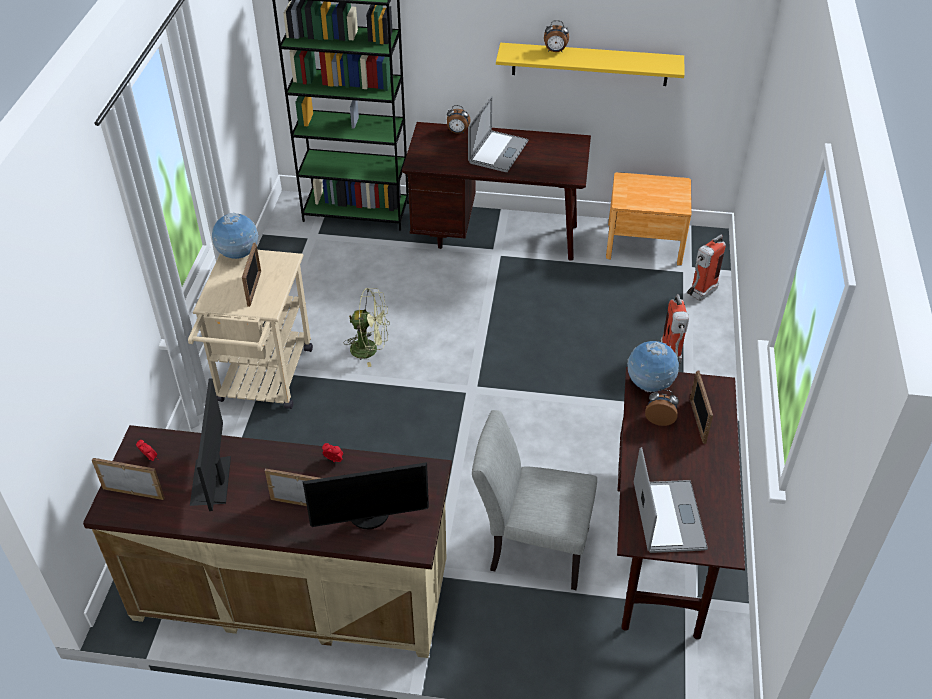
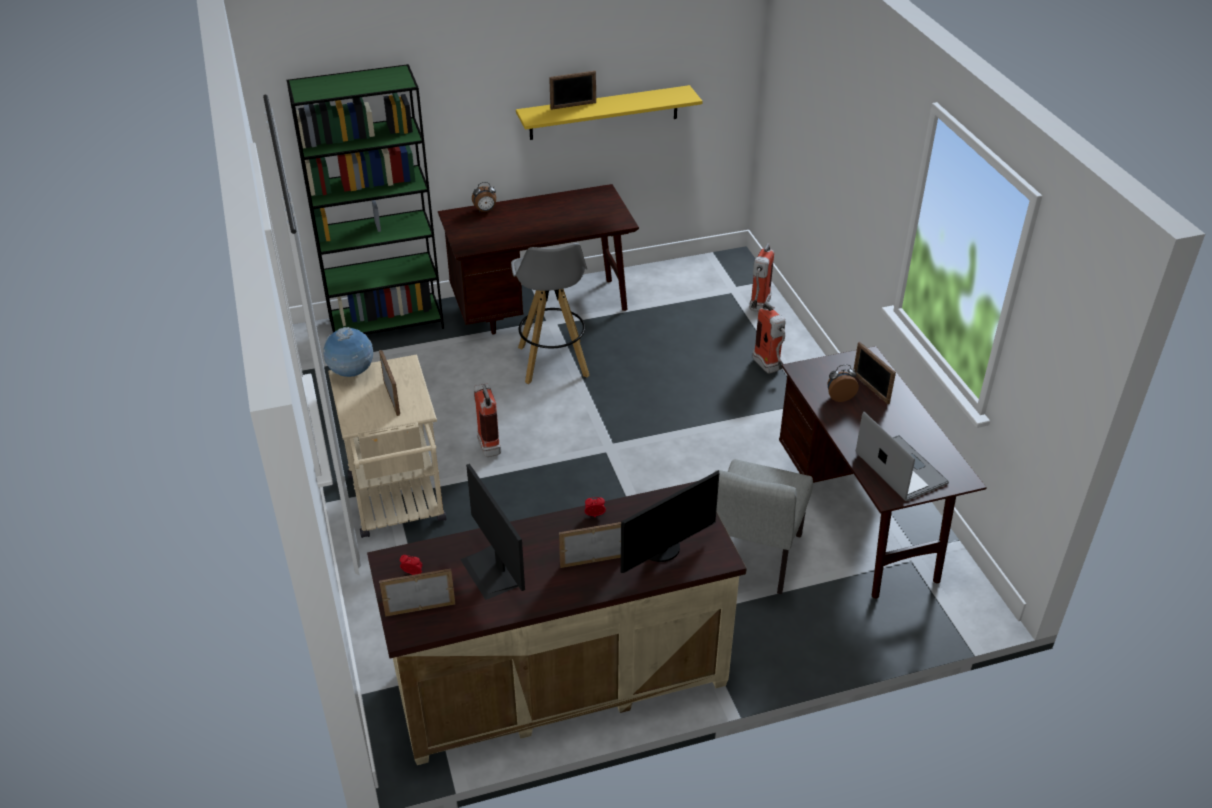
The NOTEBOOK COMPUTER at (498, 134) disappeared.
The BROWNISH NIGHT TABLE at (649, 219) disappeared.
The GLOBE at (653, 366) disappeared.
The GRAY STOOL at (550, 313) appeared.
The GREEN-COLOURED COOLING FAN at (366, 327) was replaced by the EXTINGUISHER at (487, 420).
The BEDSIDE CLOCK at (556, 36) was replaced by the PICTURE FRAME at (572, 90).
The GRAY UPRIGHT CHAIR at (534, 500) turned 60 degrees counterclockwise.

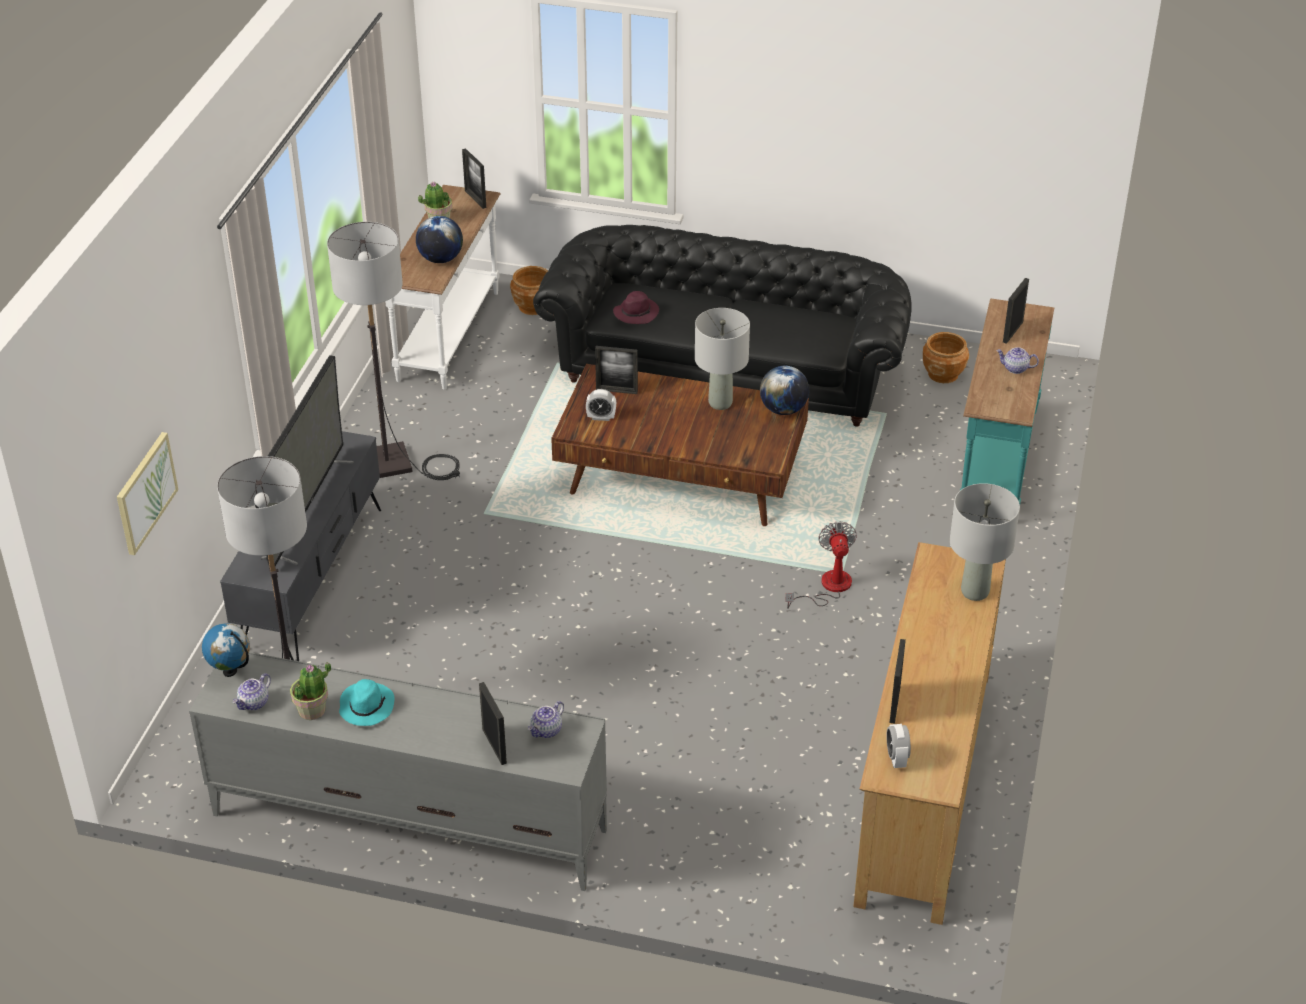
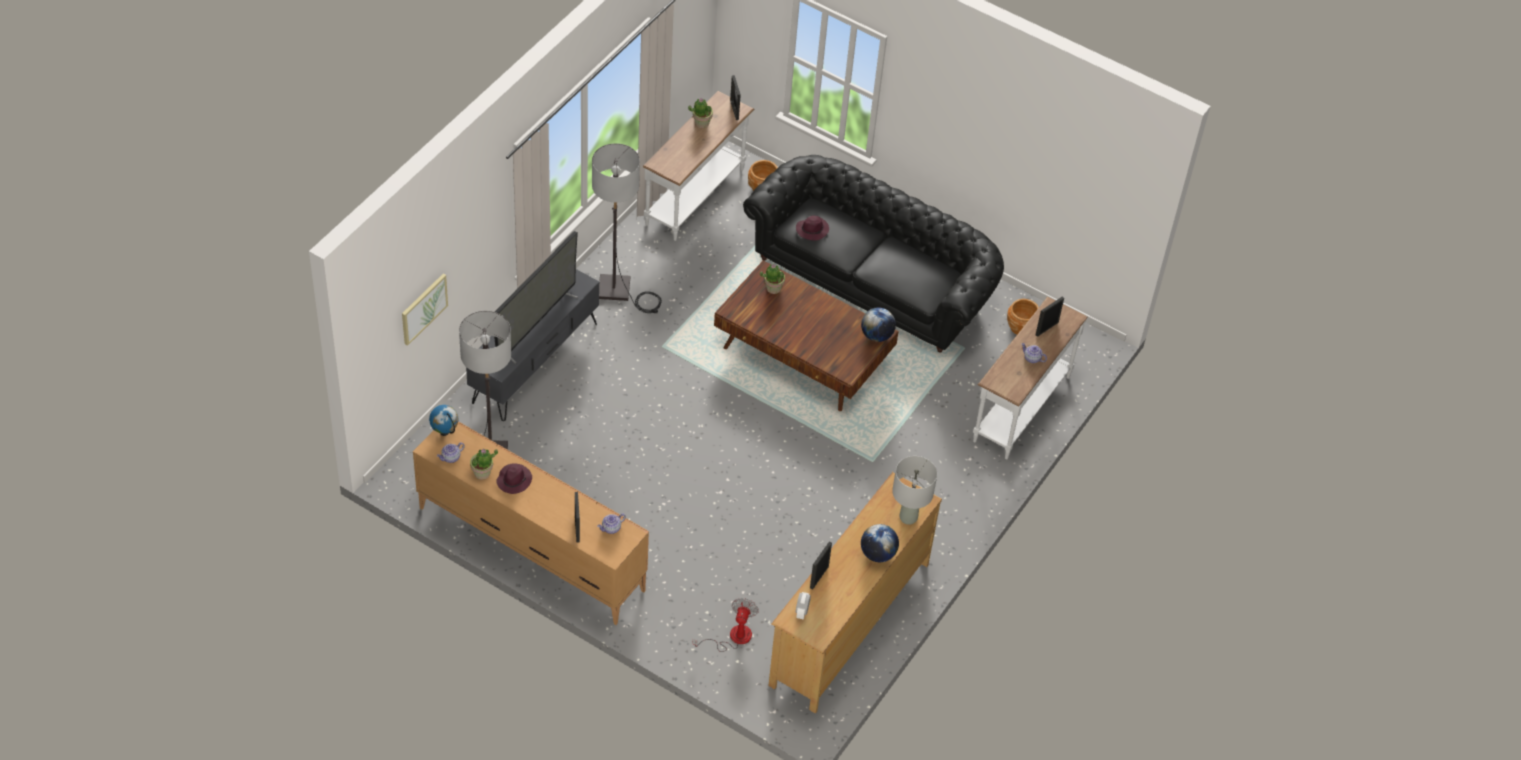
The BEDSIDE CLOCK at (601, 405) disappeared.
The GRAY TABLE LAMP at (722, 359) disappeared.
The GLOBE moved from (439, 239) to (880, 543).
The COOLING FAN moved from (821, 565) to (725, 625).
The PICTURE FRAME at (616, 370) was replaced by the HOUSEPLANT at (772, 279).
The GRAY STORAGE CABINET at (398, 771) became the BROWNISH STORAGE CABINET at (531, 523).
The BLUE-GREEN WEARABLE HAT at (366, 702) became the PURPLE-COLOURED WEARABLE HAT at (514, 479).
The BLUE-GREEN CONSOLE TABLE at (1007, 401) became the WHITE-COLOURED CONSOLE TABLE at (1030, 378).

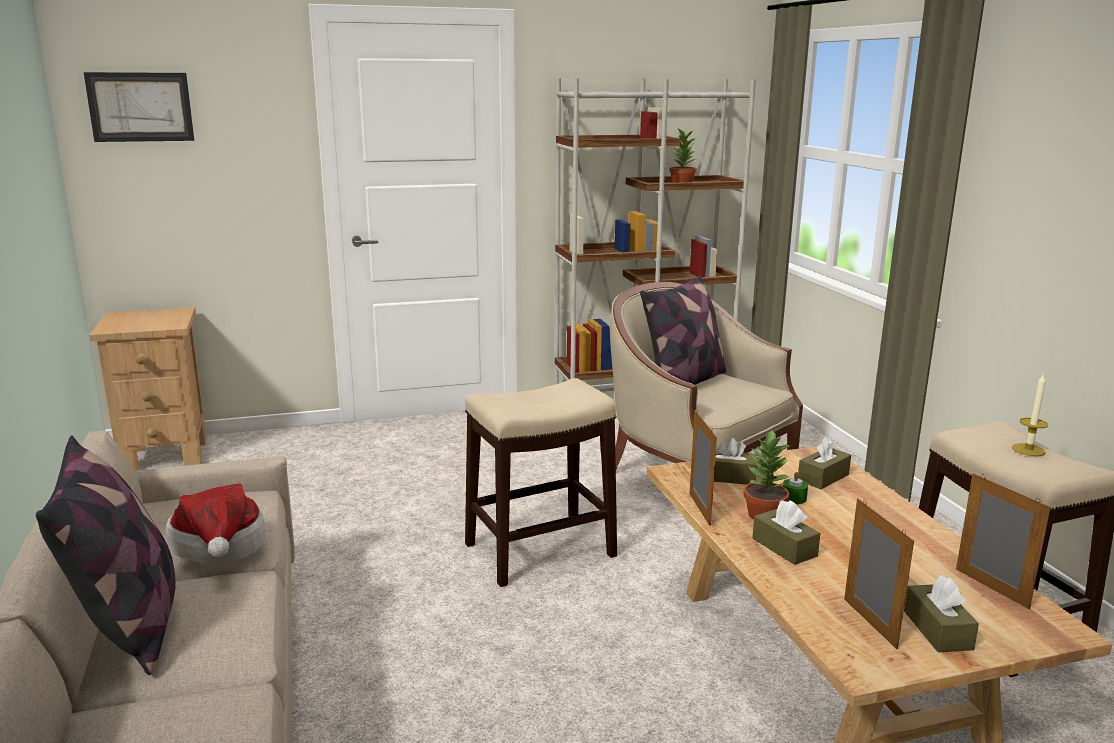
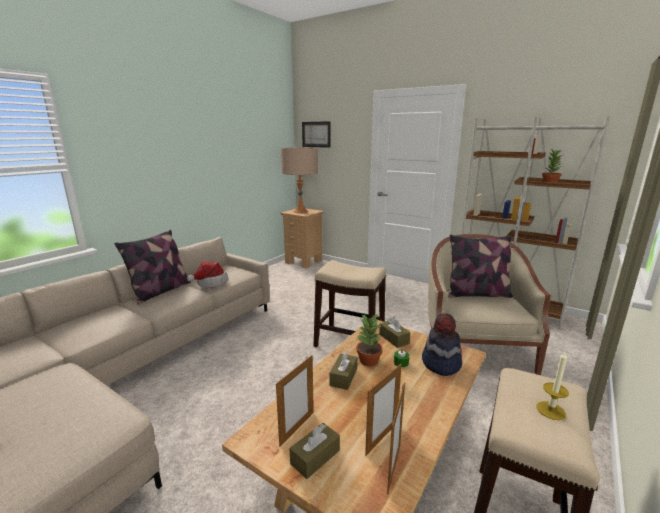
The BEIGE-COLOURED TABLE LAMP at (299, 180) appeared.
The PICTURE FRAME moved from (703, 468) to (383, 409).
The BROWNISH TISSUE BOX at (824, 462) was replaced by the WEARABLE HAT at (442, 344).

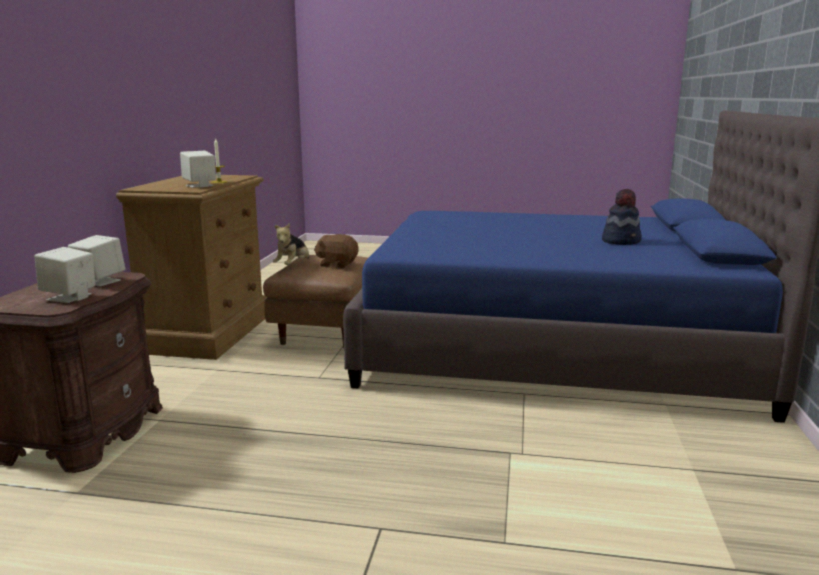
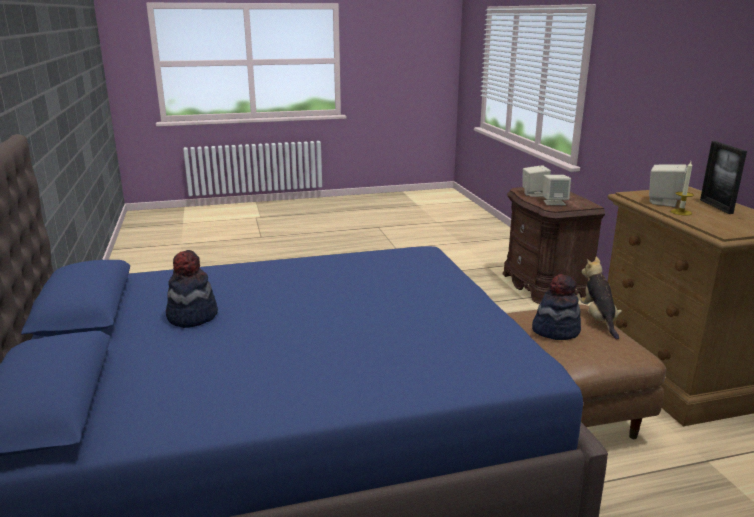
The PICTURE FRAME at (723, 177) appeared.
The BROWNISH SOFT TOY at (336, 251) was replaced by the WEARABLE HAT at (556, 307).

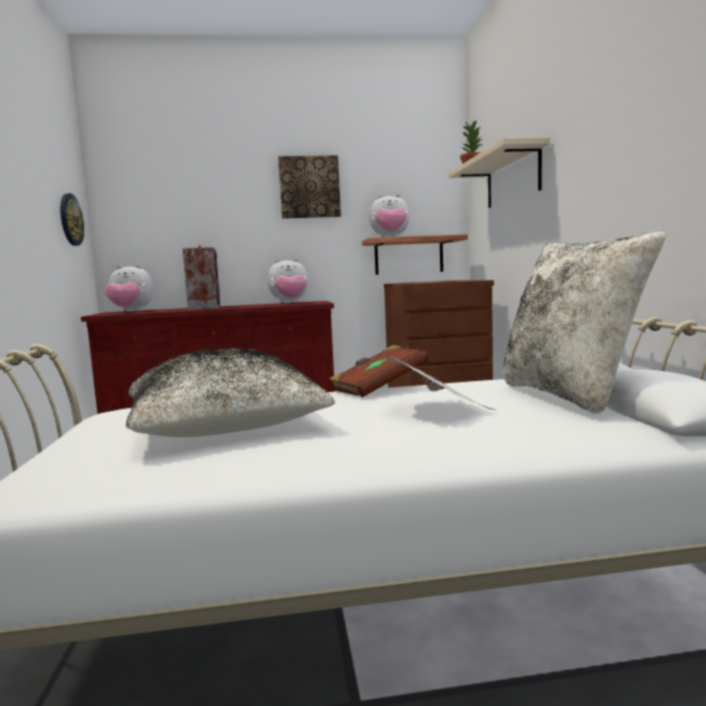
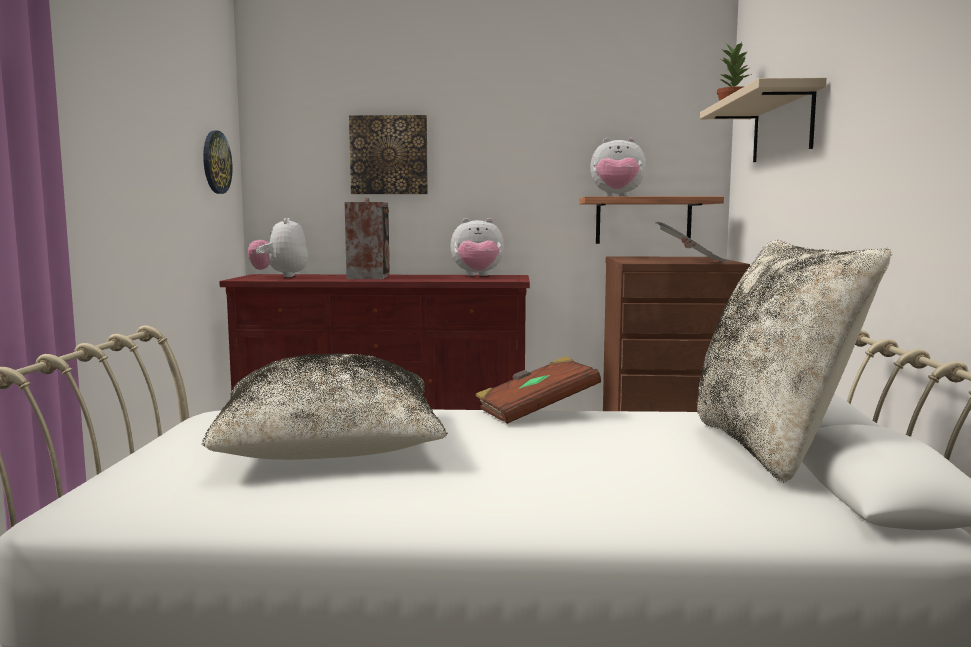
The WALL PICTURE moved from (309, 187) to (388, 154).
The DAILY PAPER moved from (440, 382) to (692, 242).
The SOFT TOY at (129, 288) turned 75 degrees clockwise.

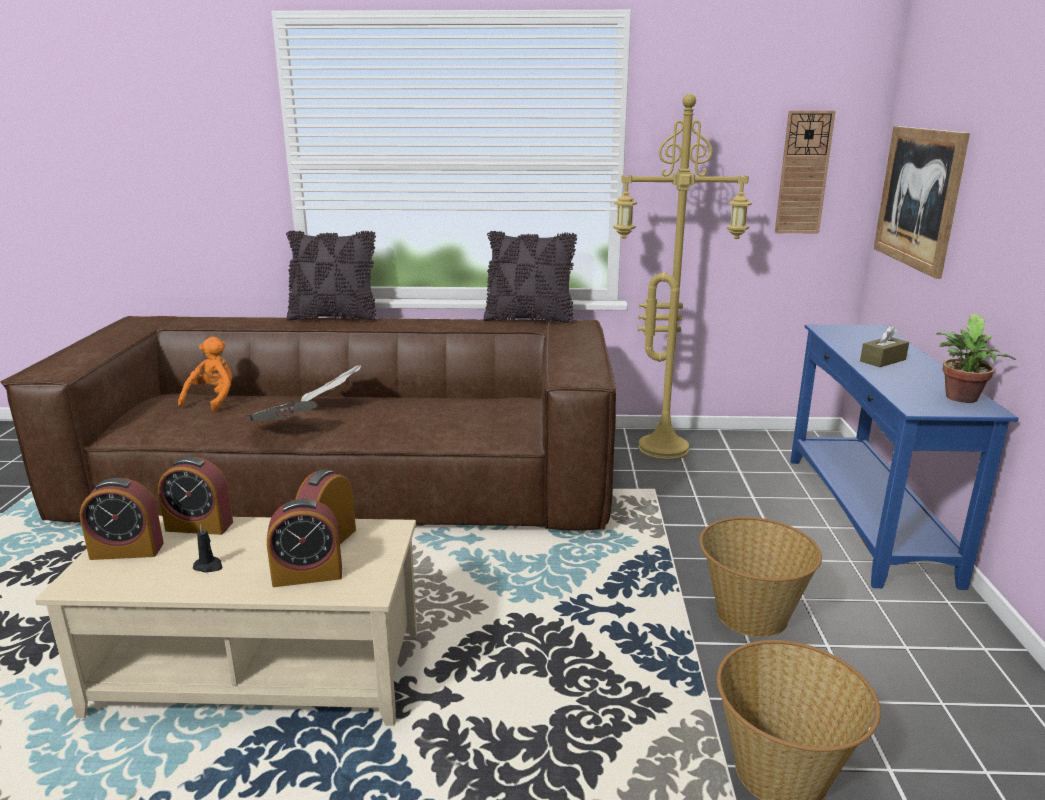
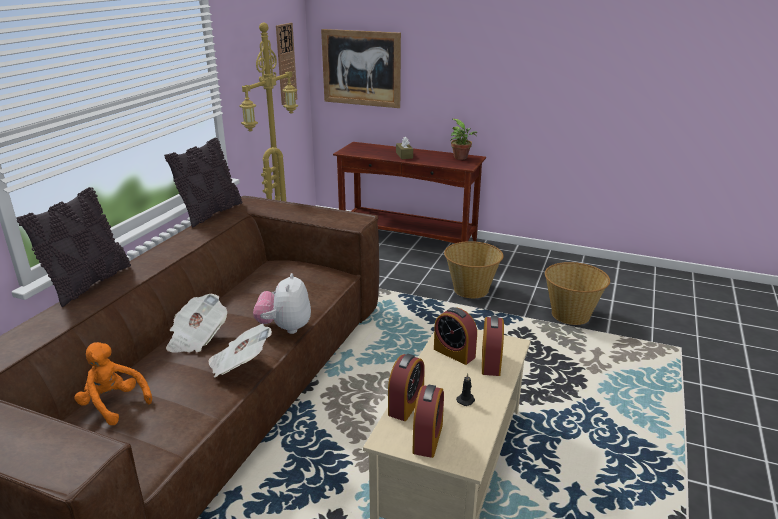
The SOFT TOY at (282, 303) appeared.
The BLUE CONSOLE TABLE at (904, 457) became the BROWNISH CONSOLE TABLE at (409, 192).

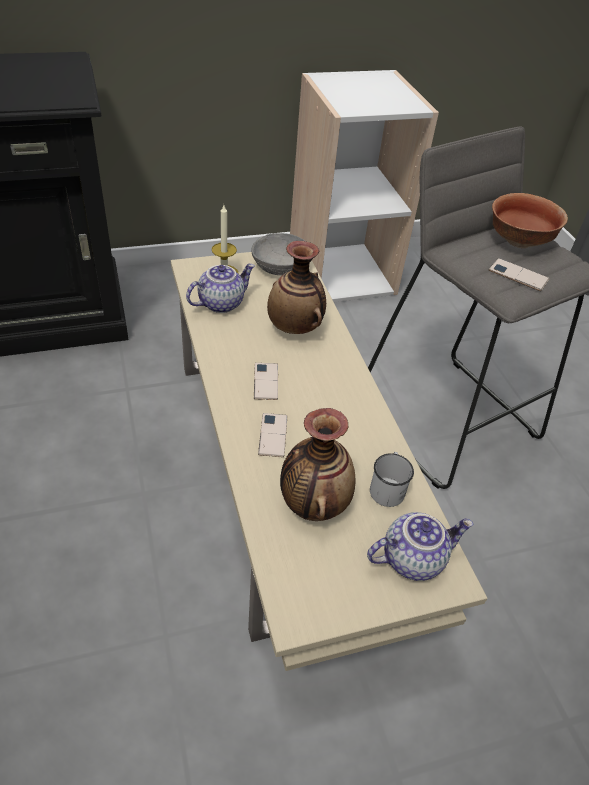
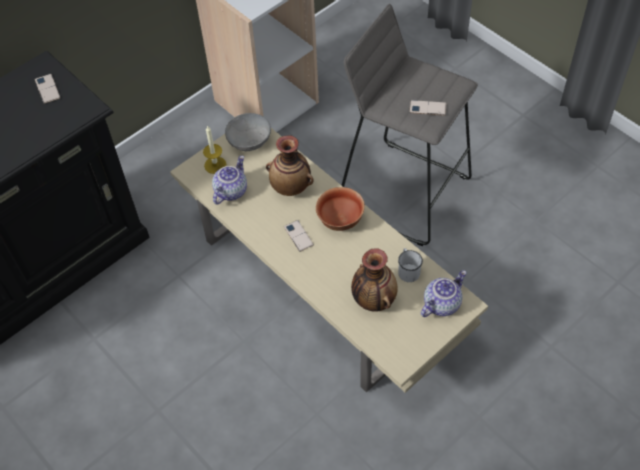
The HANDSET moved from (272, 435) to (47, 89).
The SERVING BOWL moved from (530, 220) to (340, 209).

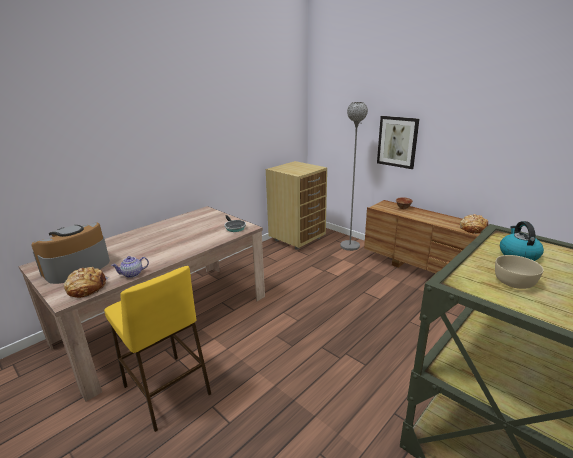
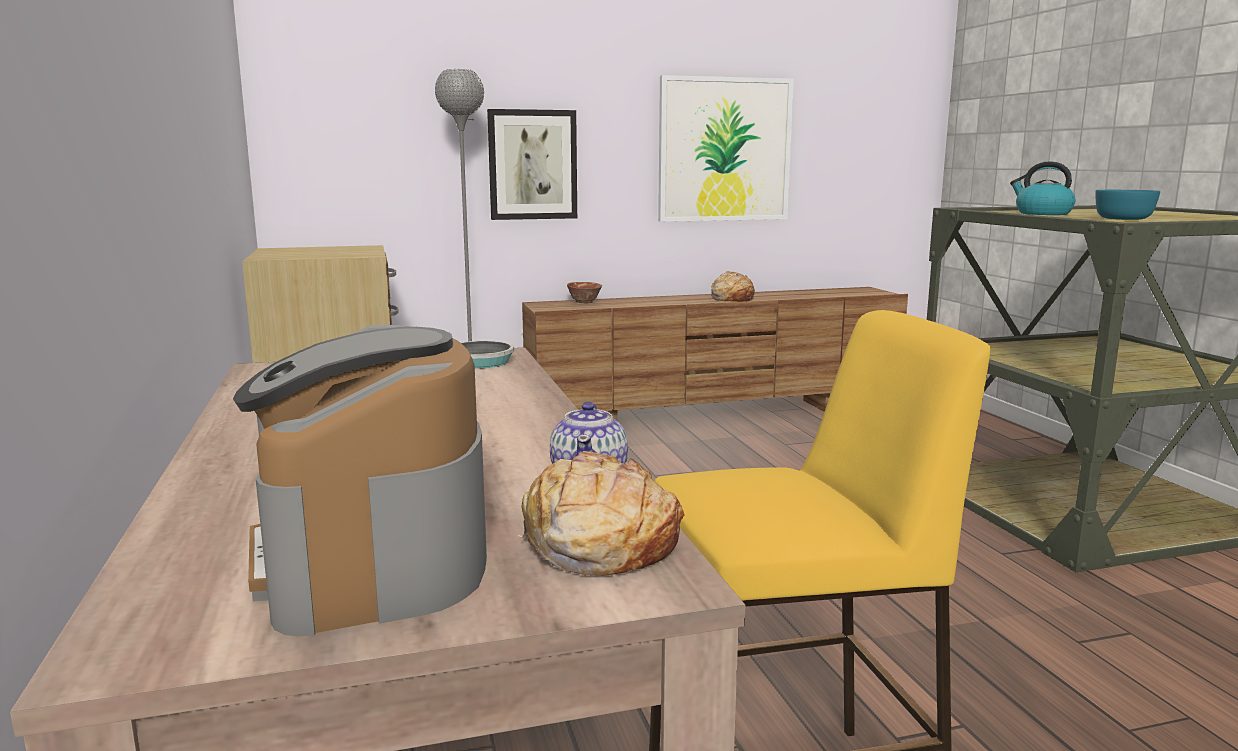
The WALL PICTURE at (726, 148) appeared.
The BEIGE-COLOURED SERVING BOWL at (519, 272) became the BLUE-GREEN SERVING BOWL at (1127, 205).

